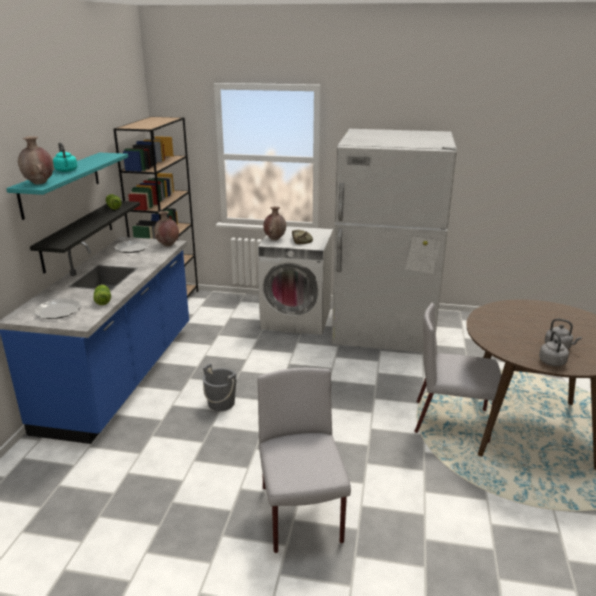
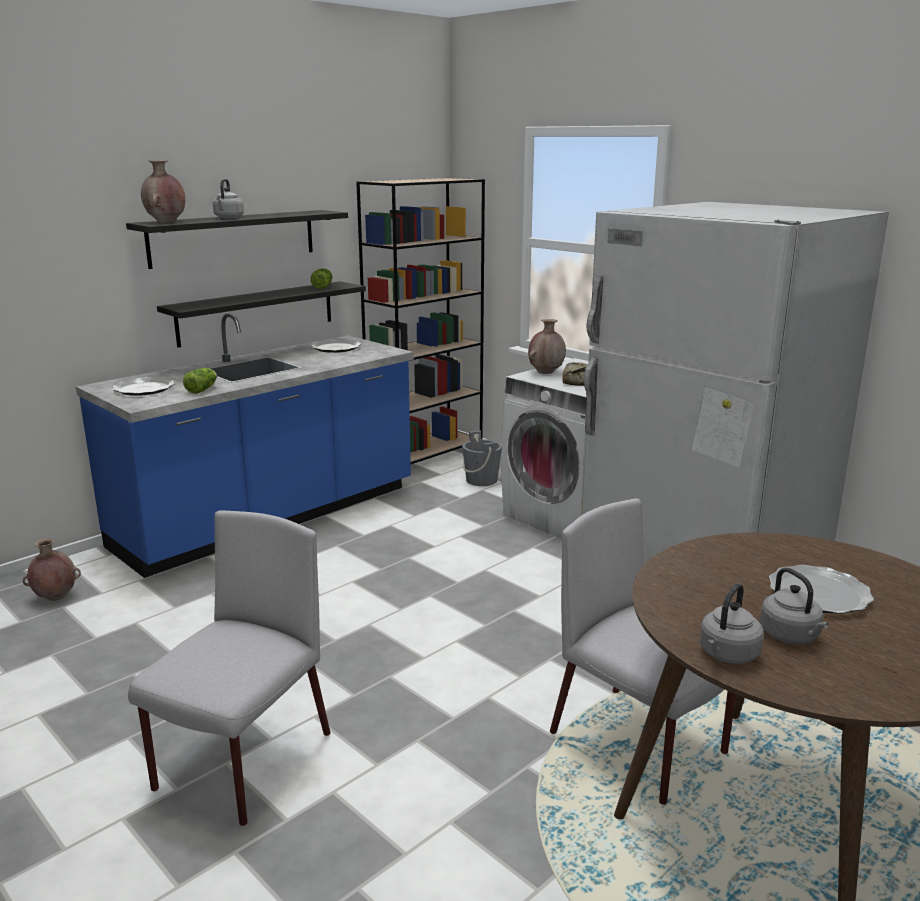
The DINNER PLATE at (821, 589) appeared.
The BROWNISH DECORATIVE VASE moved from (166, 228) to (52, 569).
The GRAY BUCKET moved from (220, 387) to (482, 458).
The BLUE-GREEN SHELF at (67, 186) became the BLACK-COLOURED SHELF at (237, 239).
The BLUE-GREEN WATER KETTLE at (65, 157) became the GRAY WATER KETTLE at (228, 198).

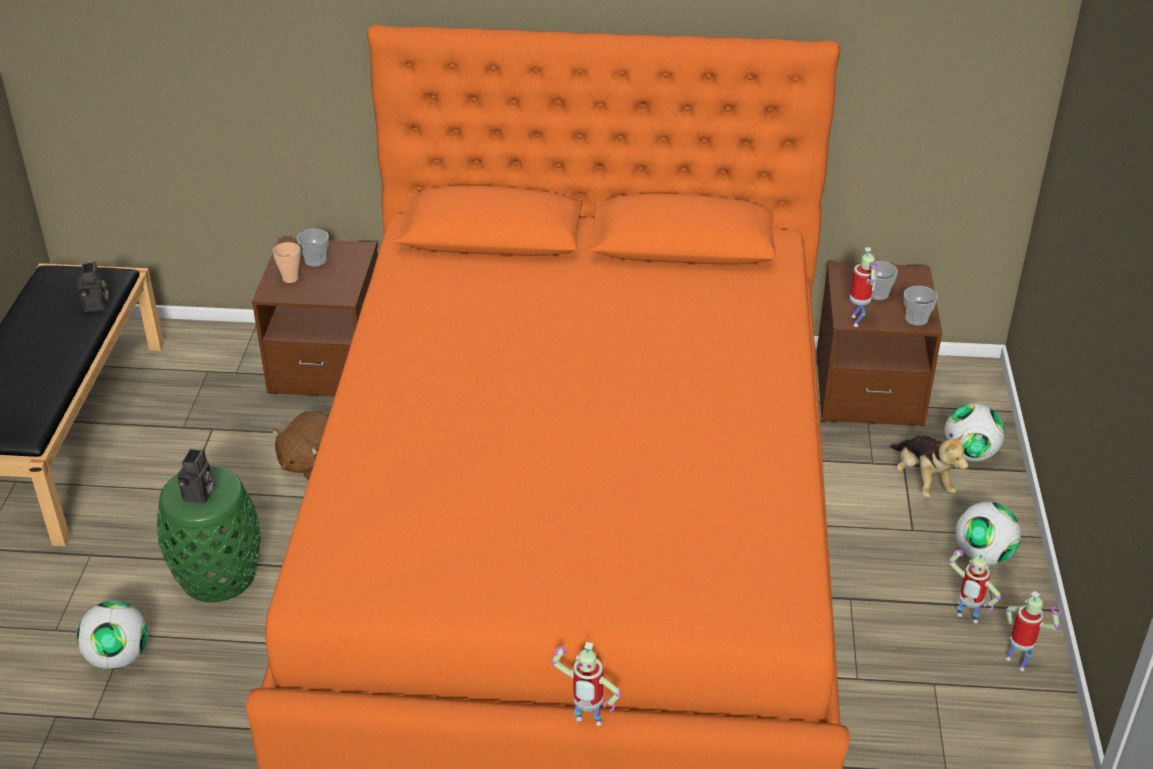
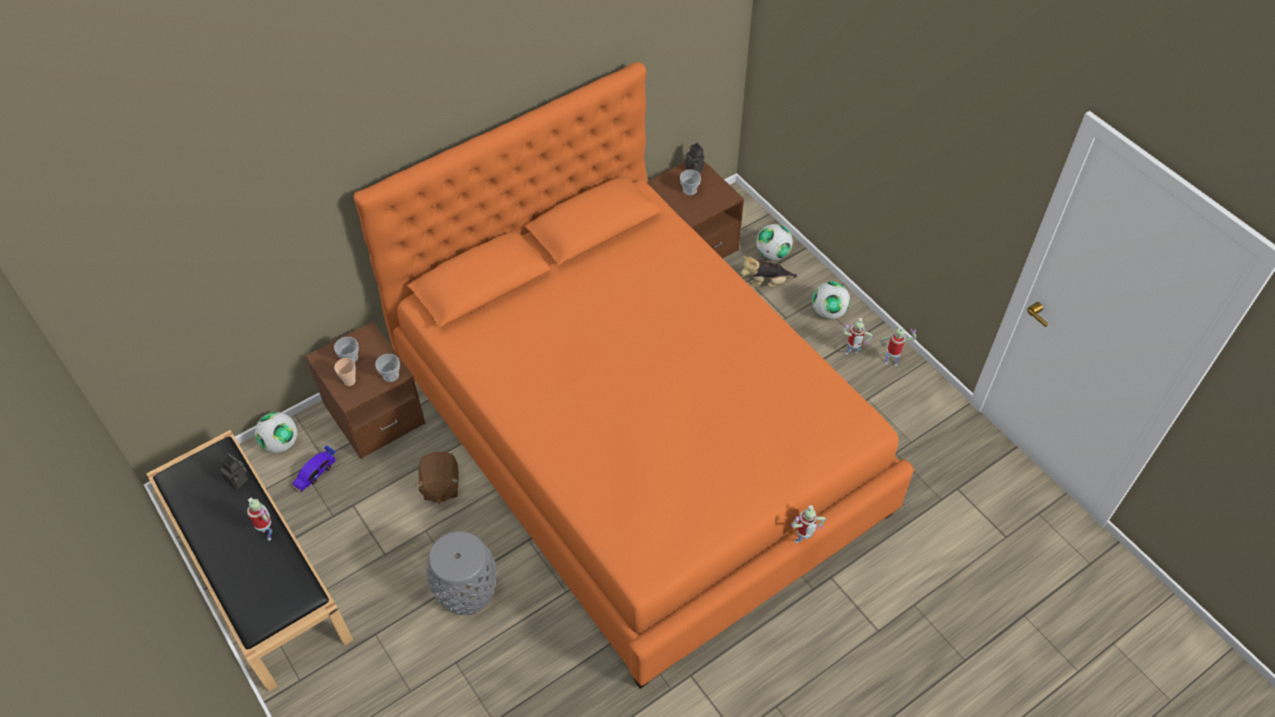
The MINIATURE CAR at (314, 468) appeared.
The FOOTBALL moved from (111, 635) to (276, 432).
The PHOTO CAMERA moved from (196, 476) to (695, 157).
The TOY ROBOT moved from (864, 287) to (259, 519).
The DRINKING CUP moved from (921, 306) to (387, 368).
The GREEN-COLOURED STOOL at (208, 534) became the GRAY STOOL at (462, 573).
The SOFT TOY at (929, 465) turned 135 degrees clockwise.

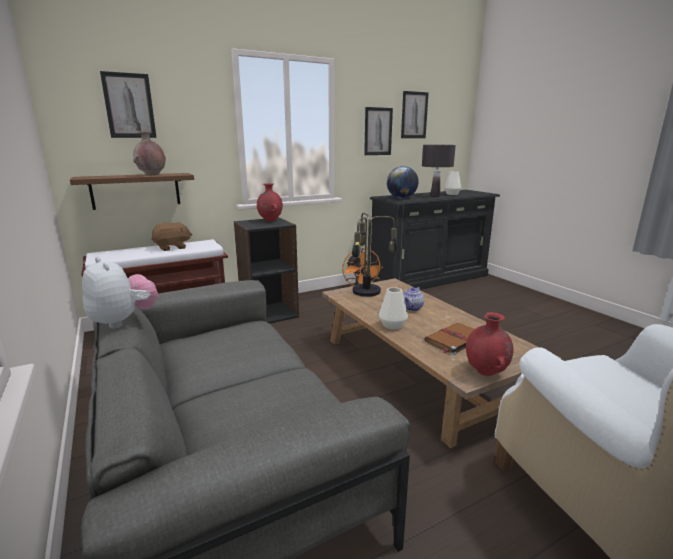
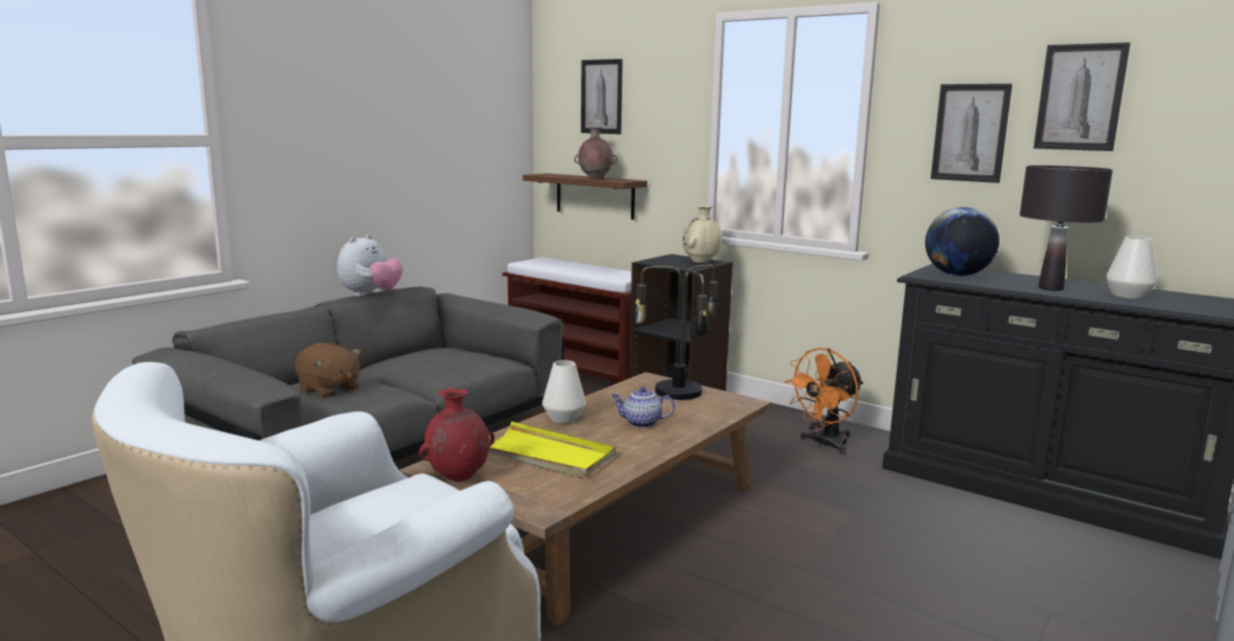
The BROWNISH SOFT TOY moved from (171, 236) to (328, 370).
The BROWNISH BOOK at (449, 339) was replaced by the YELLOW-COLOURED CARRYING TRAY at (551, 450).
The REDDISH DECORATIVE VASE at (270, 202) became the BEIGE-COLOURED DECORATIVE VASE at (702, 234).

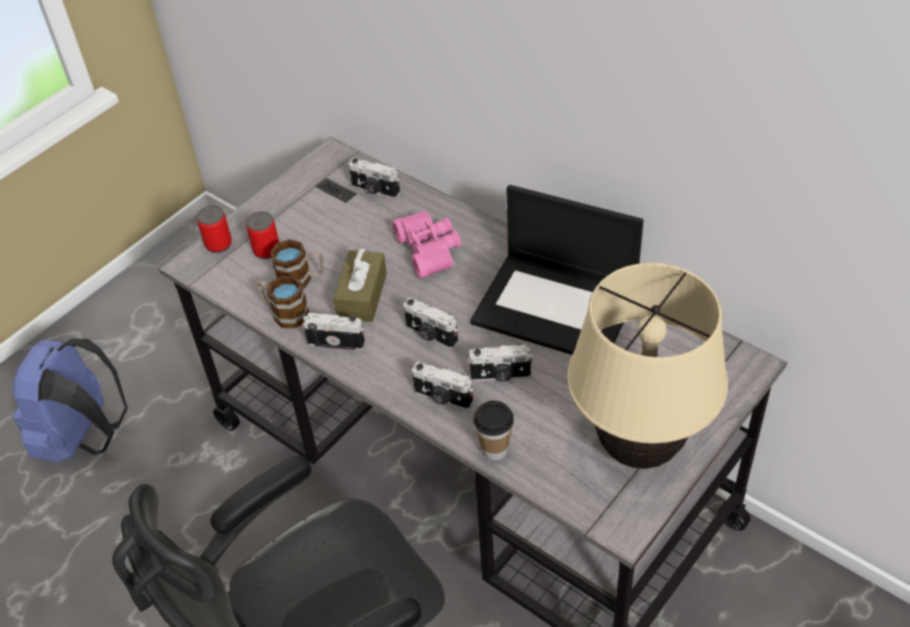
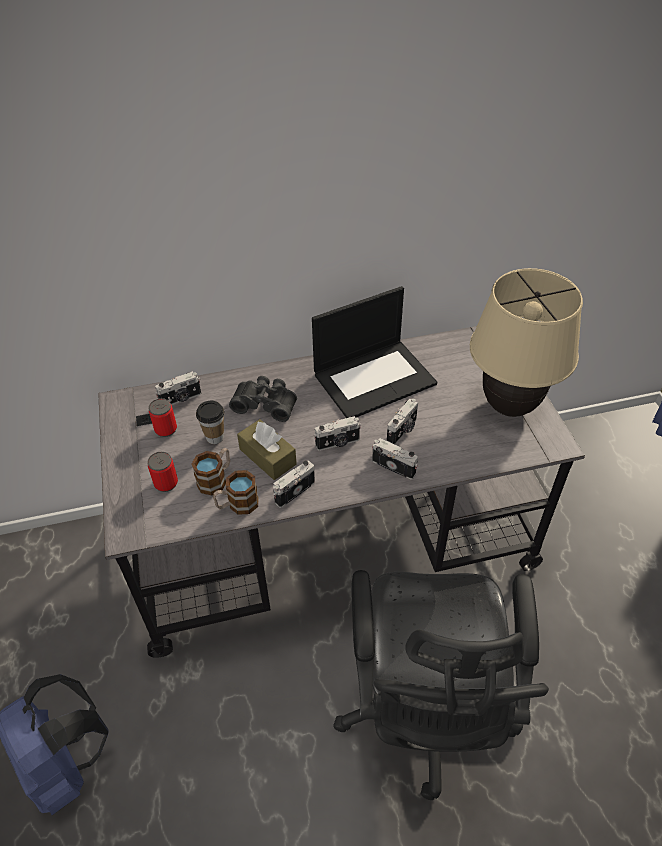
The SEALED CAN moved from (214, 229) to (163, 417).
The DRINKING CUP moved from (493, 430) to (210, 422).
The PINKISH PAIR OF BINOCULARS at (426, 244) became the BLACK-COLOURED PAIR OF BINOCULARS at (263, 399).
The PHOTO CAMERA at (442, 386) turned 120 degrees counterclockwise.

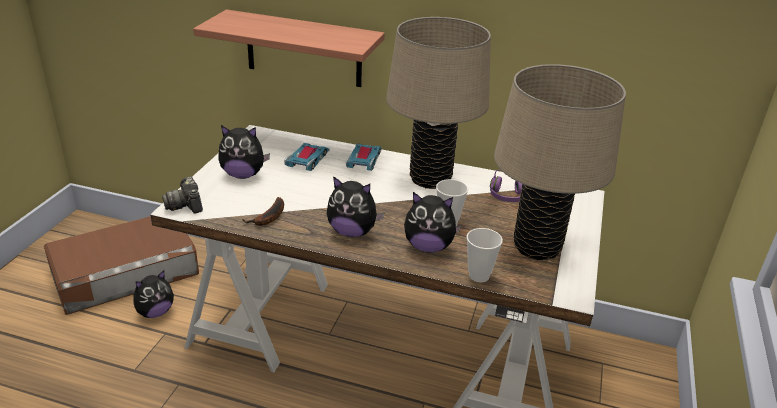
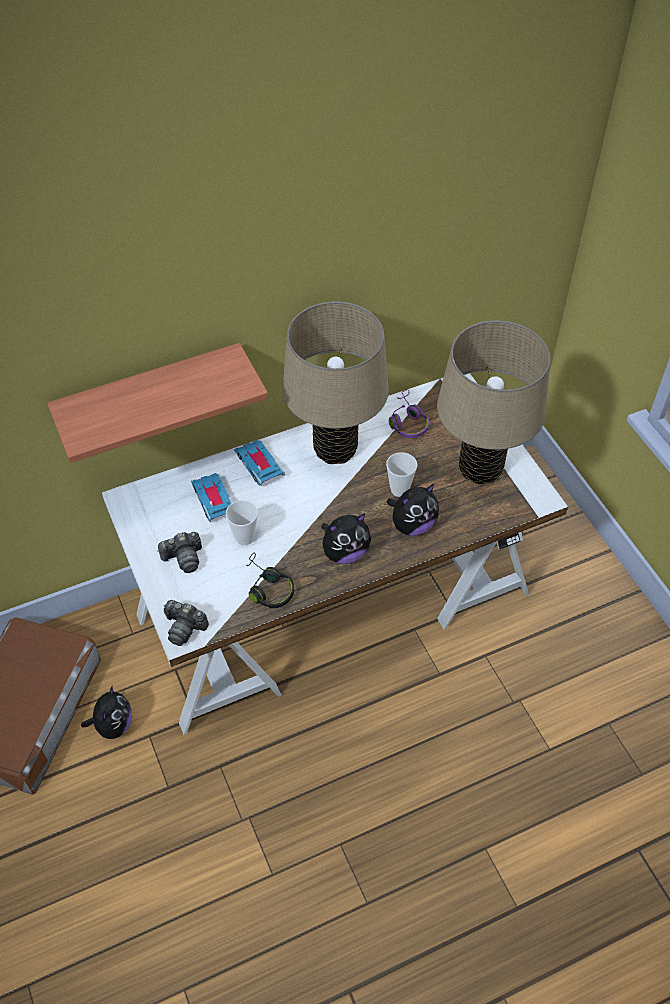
The DRINKING CUP moved from (485, 255) to (242, 522).
The SOFT TOY at (244, 152) was replaced by the PHOTO CAMERA at (180, 552).
The BANANA at (263, 211) was replaced by the BLACK-COLOURED HEADSET at (270, 580).

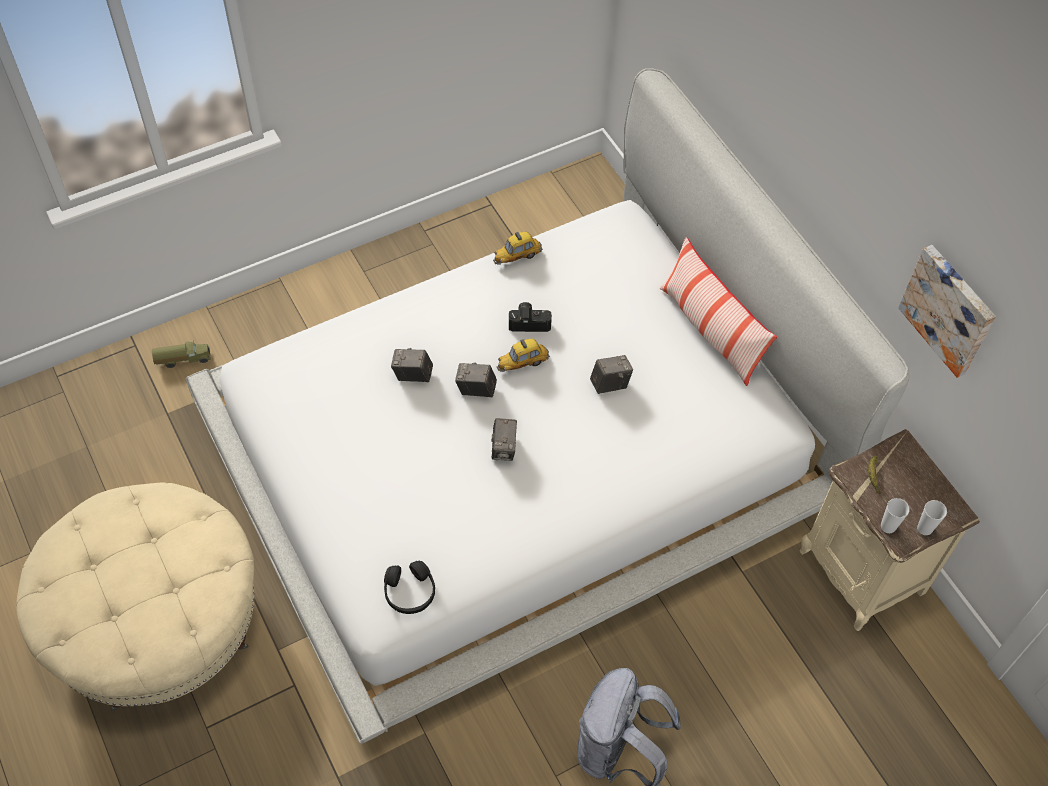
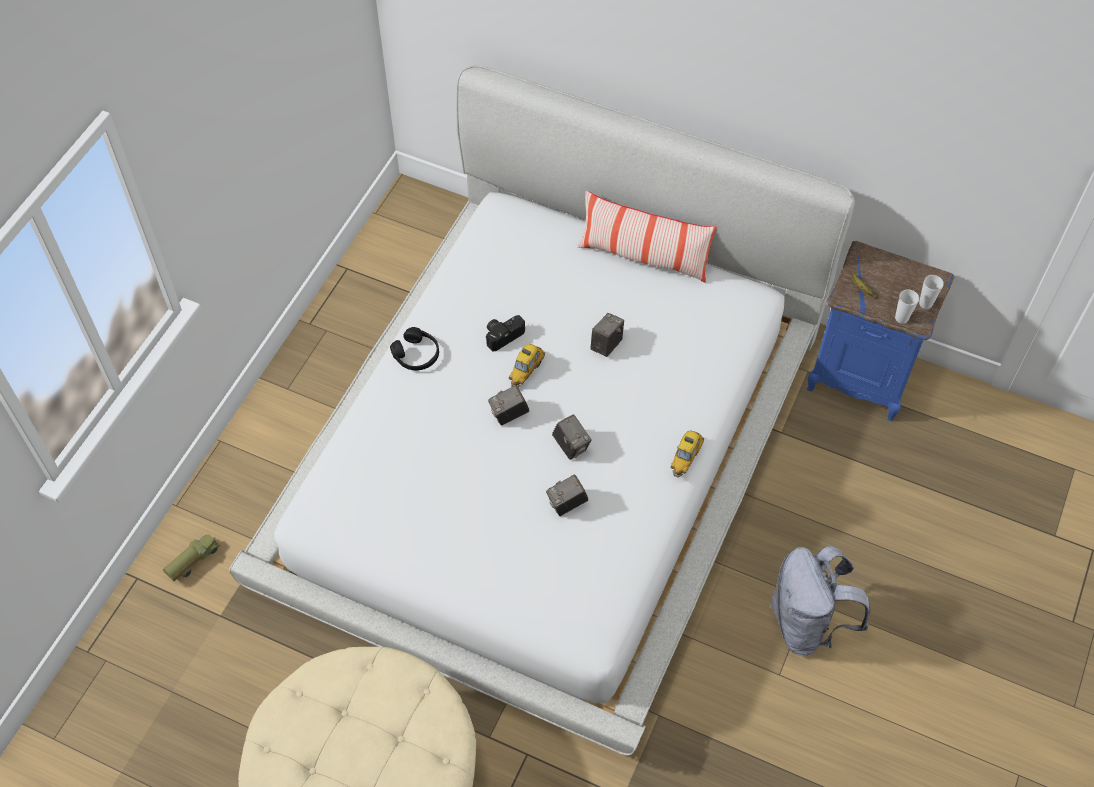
The WALL PICTURE at (947, 311) disappeared.
The BLACK-COLOURED HEADSET moved from (409, 587) to (414, 348).
The PHOTO CAMERA moved from (412, 365) to (567, 495).
The MINIATURE CAR moved from (518, 248) to (687, 454).
The BEIGE-COLOURED NIGHT TABLE at (890, 530) became the BLUE NIGHT TABLE at (881, 331).

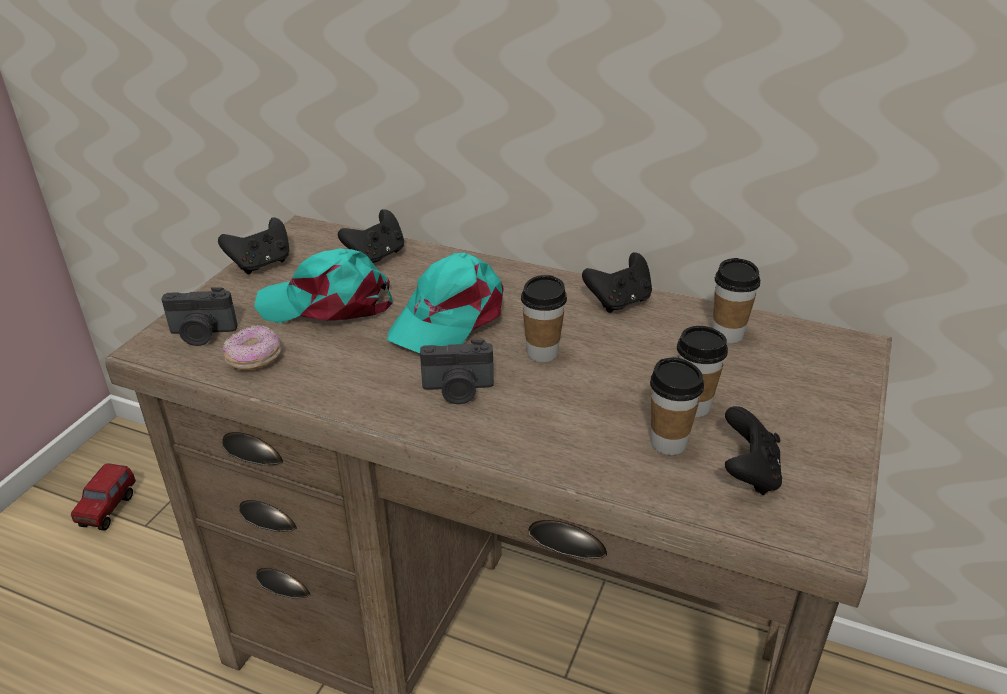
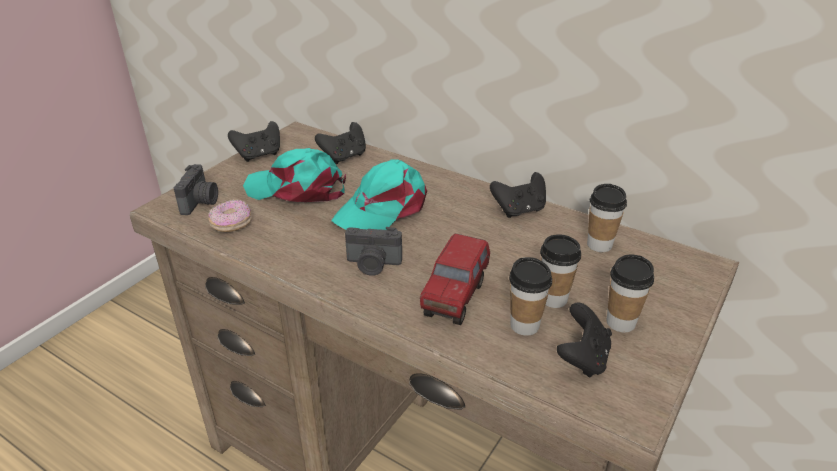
The TOY TRUCK moved from (103, 497) to (455, 279).
The DRINKING CUP moved from (544, 318) to (630, 294).
The PHOTO CAMERA at (199, 316) turned 90 degrees counterclockwise.

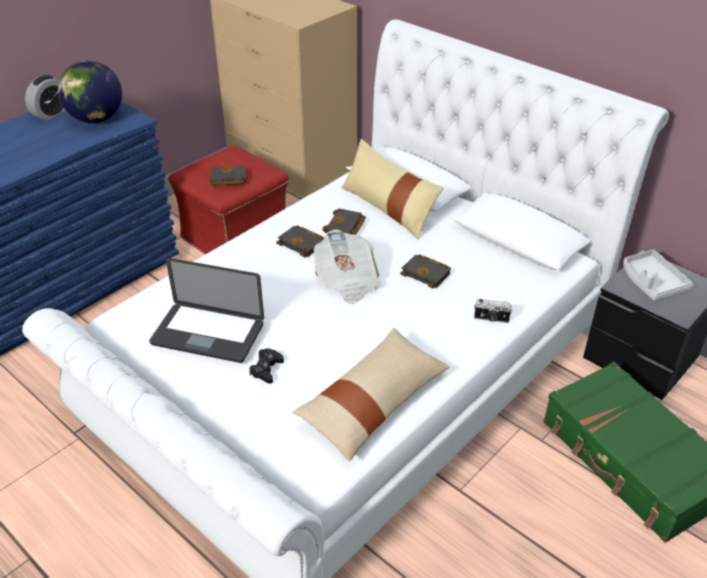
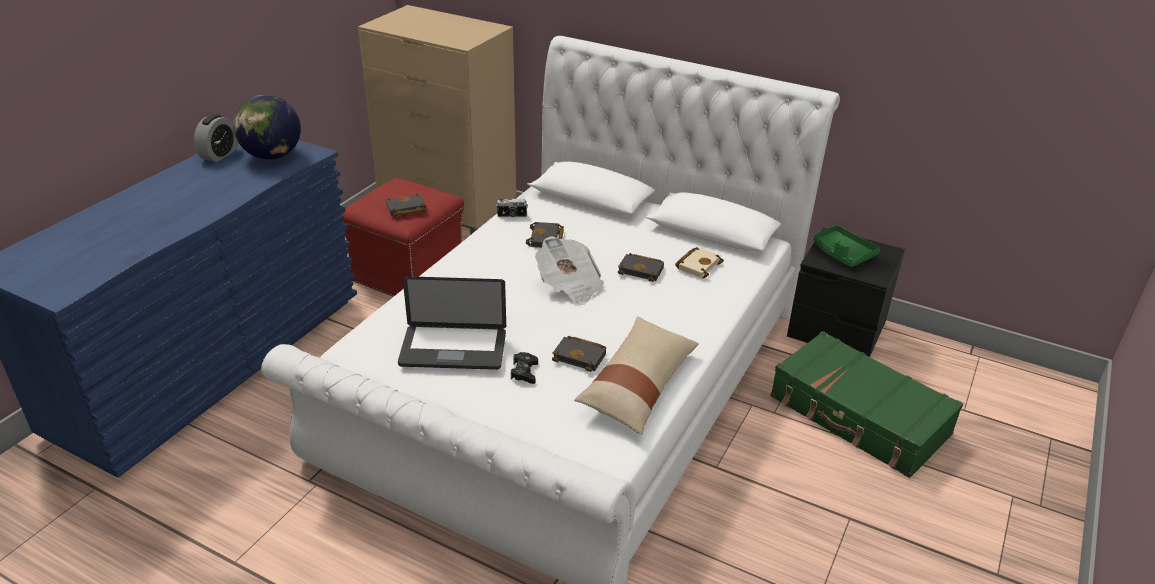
The BEIGE-COLOURED CUSHION at (392, 189) disappeared.
The BEIGE-COLOURED BOOK at (699, 262) appeared.
The BLACK-COLOURED BOOK moved from (300, 241) to (579, 354).
The PHOTO CAMERA moved from (493, 311) to (512, 208).
The GRAY CARRYING TRAY at (658, 275) became the GREEN-COLOURED CARRYING TRAY at (846, 246).

